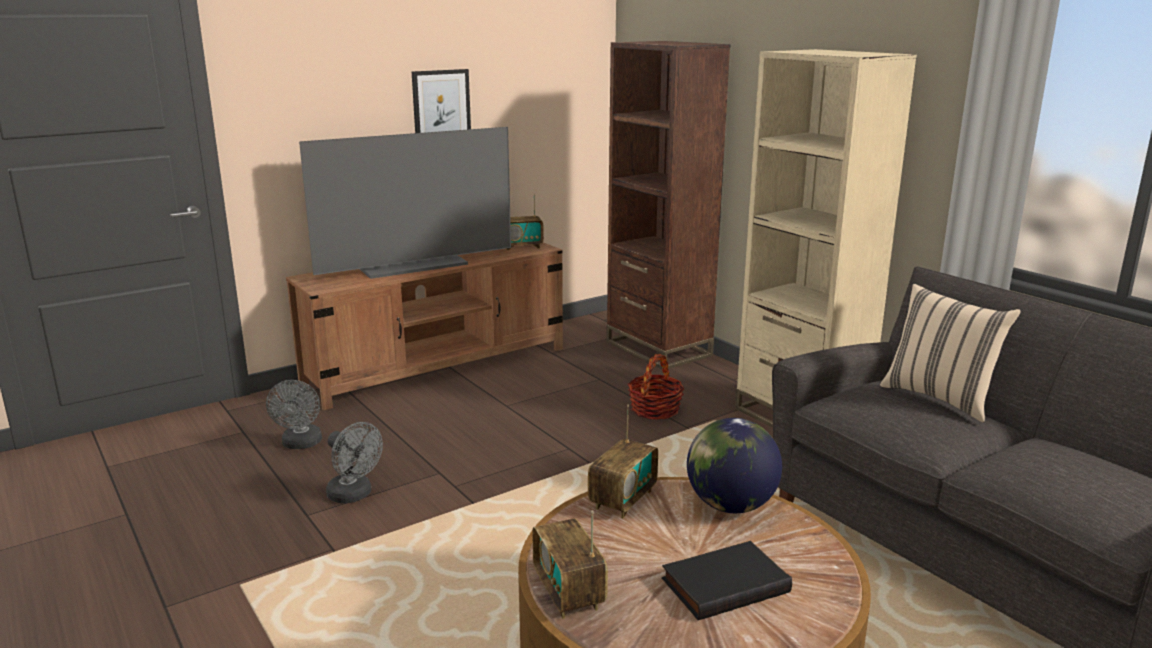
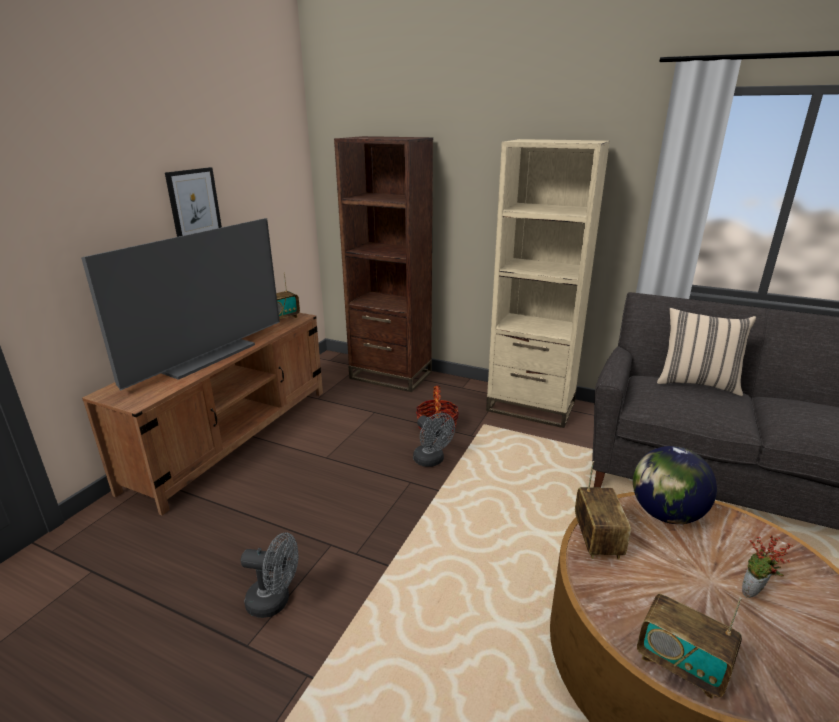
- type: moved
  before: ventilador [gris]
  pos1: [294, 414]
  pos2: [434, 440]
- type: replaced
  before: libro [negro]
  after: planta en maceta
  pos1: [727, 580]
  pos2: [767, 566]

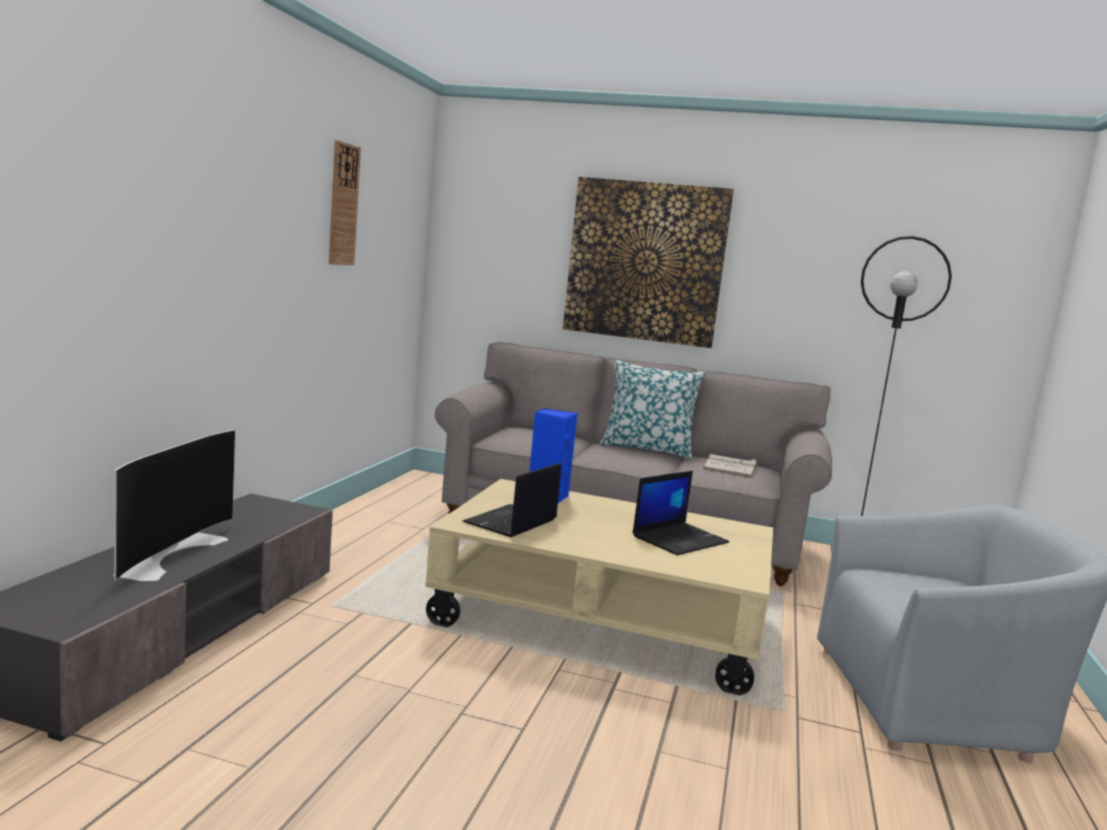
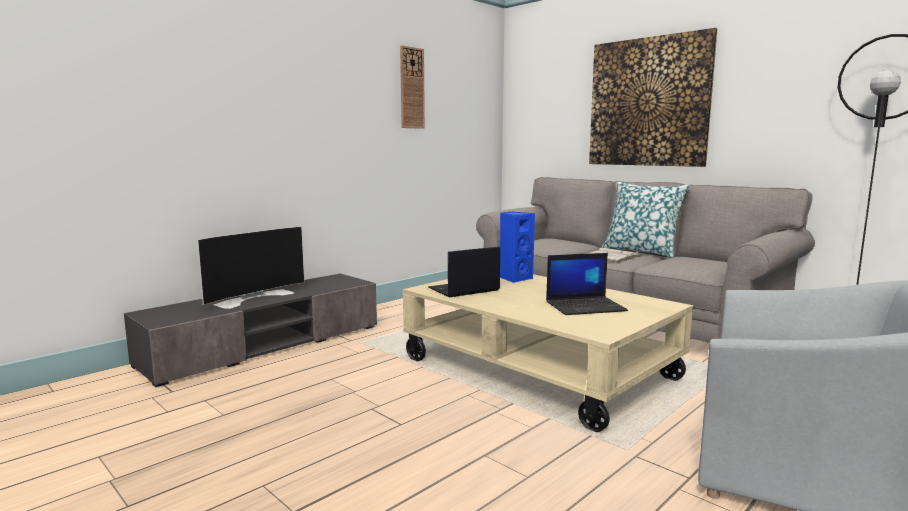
- type: moved
  before: libro [blanco]
  pos1: [730, 466]
  pos2: [616, 255]

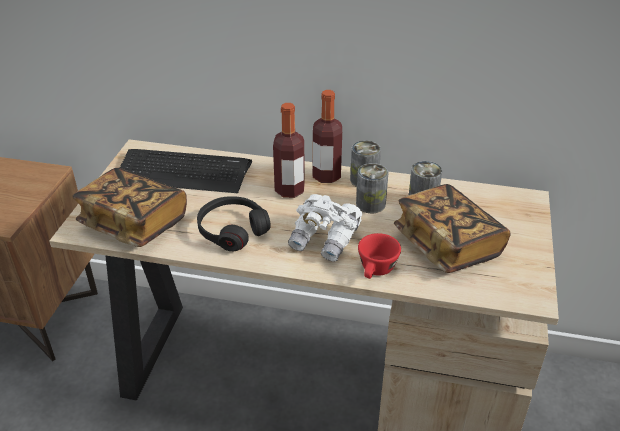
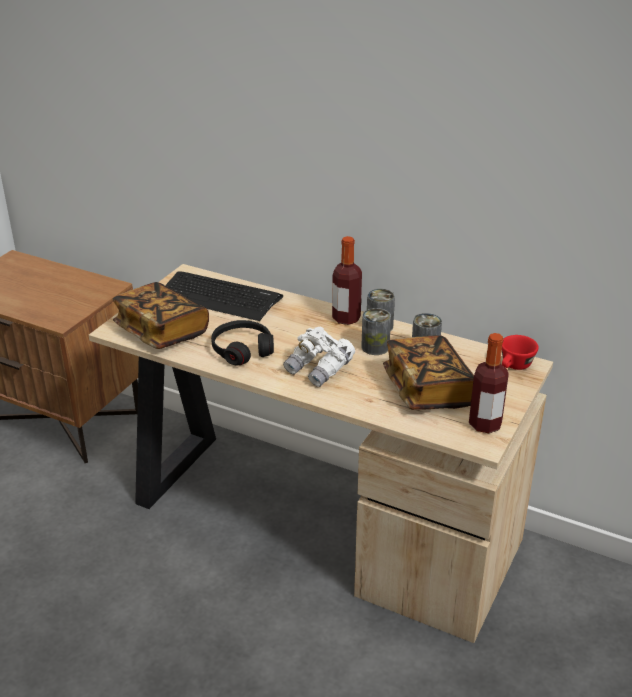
- type: moved
  before: botella
  pos1: [289, 150]
  pos2: [489, 383]
- type: moved
  before: taza [rojo]
  pos1: [379, 256]
  pos2: [520, 352]

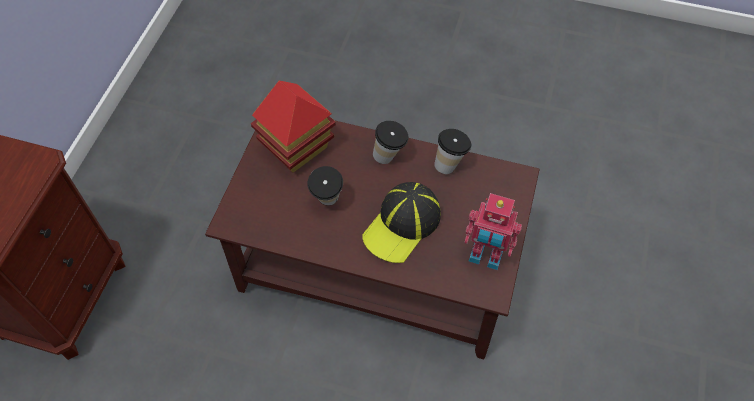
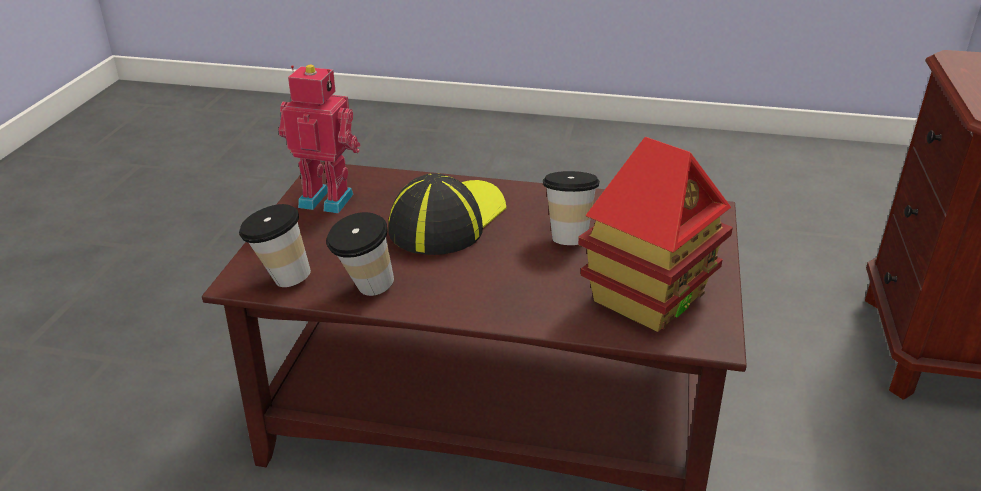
- type: moved
  before: taza
  pos1: [391, 142]
  pos2: [275, 245]

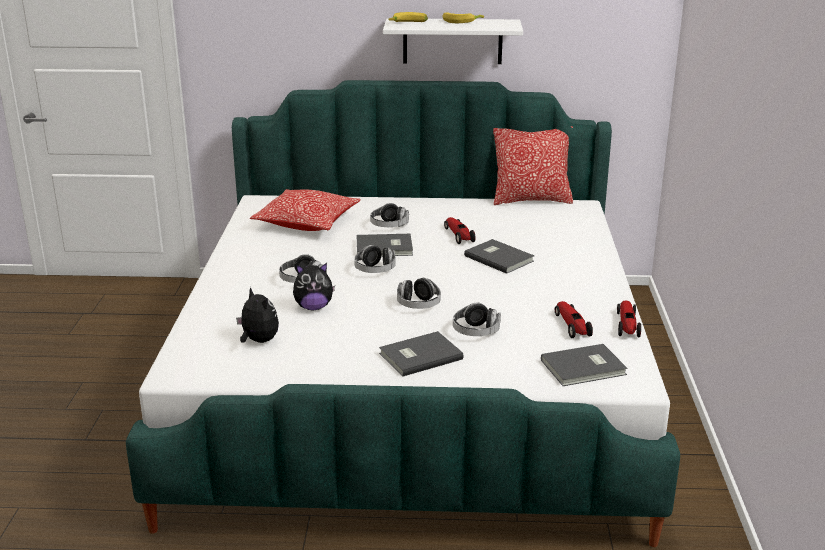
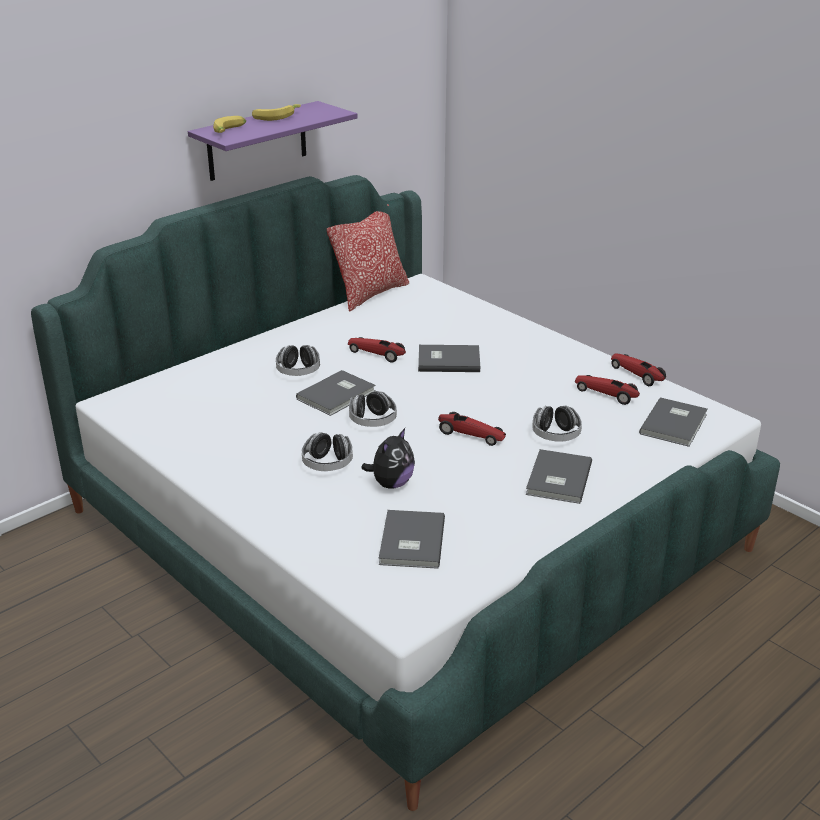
- type: recoloured
  before: estante [blanco]
  after: estante [morado]
  pos1: [453, 41]
  pos2: [272, 141]
- type: replaced
  before: peluche
  after: libro [gris]
  pos1: [257, 315]
  pos2: [412, 539]
- type: replaced
  before: auriculares
  after: coche de juguete
  pos1: [419, 293]
  pos2: [472, 429]
- type: removed
  before: cojín
  pos1: [305, 210]

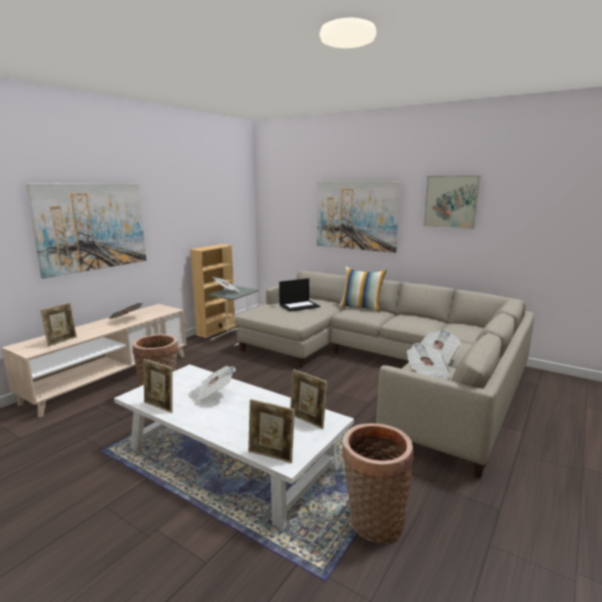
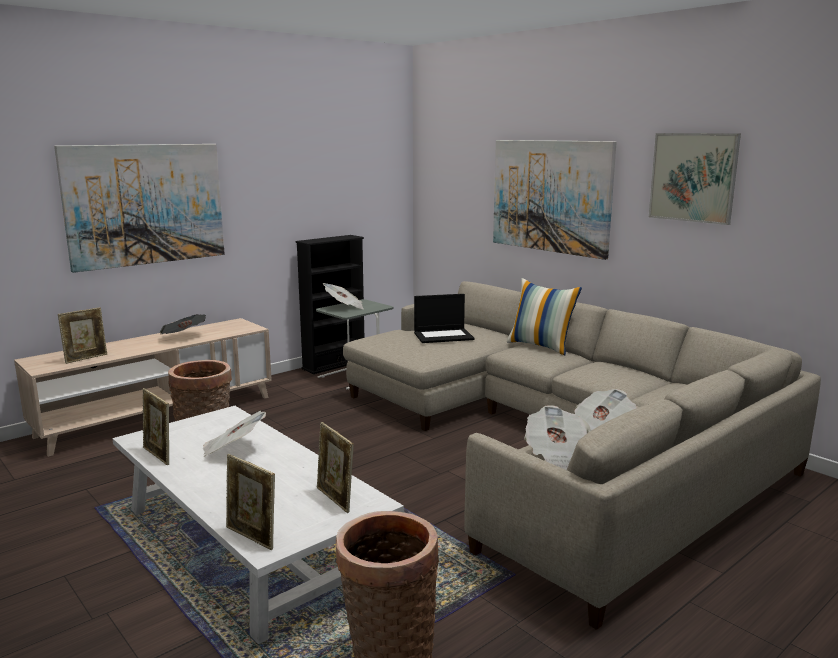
- type: recoloured
  before: estantería [beis]
  after: estantería [negro]
  pos1: [213, 291]
  pos2: [330, 304]

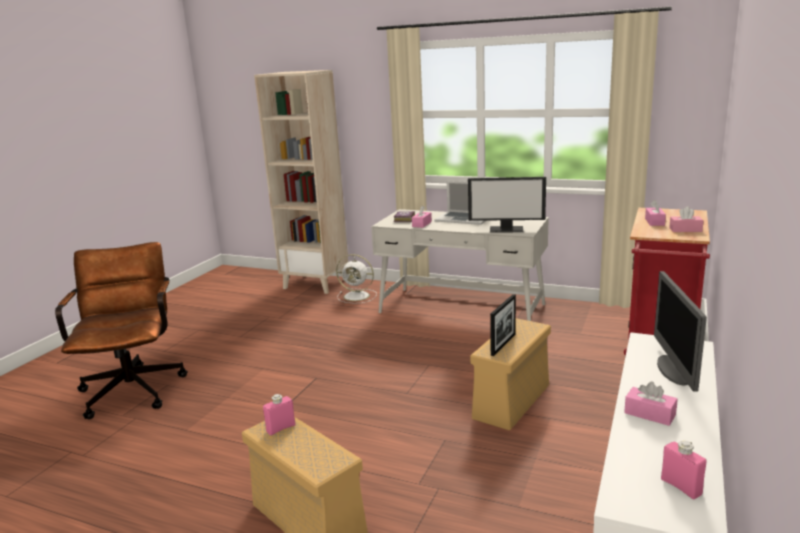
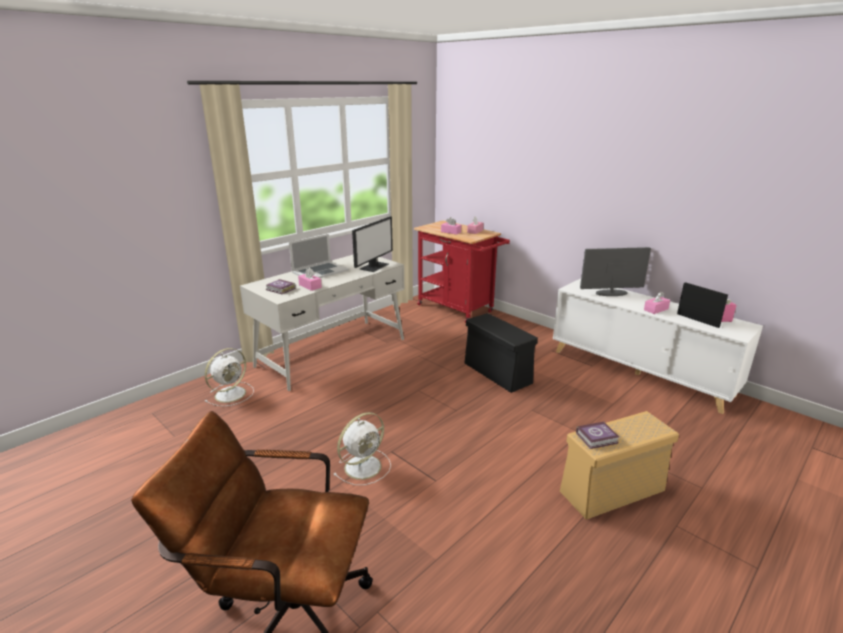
- type: added
  after: ventilador [blanco]
  pos2: [362, 448]
- type: recoloured
  before: caja de almacenaje [beis]
  after: caja de almacenaje [negro]
  pos1: [510, 374]
  pos2: [501, 353]
- type: replaced
  before: botella [rosa]
  after: libro
  pos1: [279, 415]
  pos2: [597, 435]
- type: turned
  before: monitor
  pos1: [680, 331]
  pos2: [615, 271]
  turn: 150
- type: moved
  before: portarretratos
  pos1: [503, 325]
  pos2: [702, 305]
- type: removed
  before: estantería [beis]
  pos1: [301, 182]

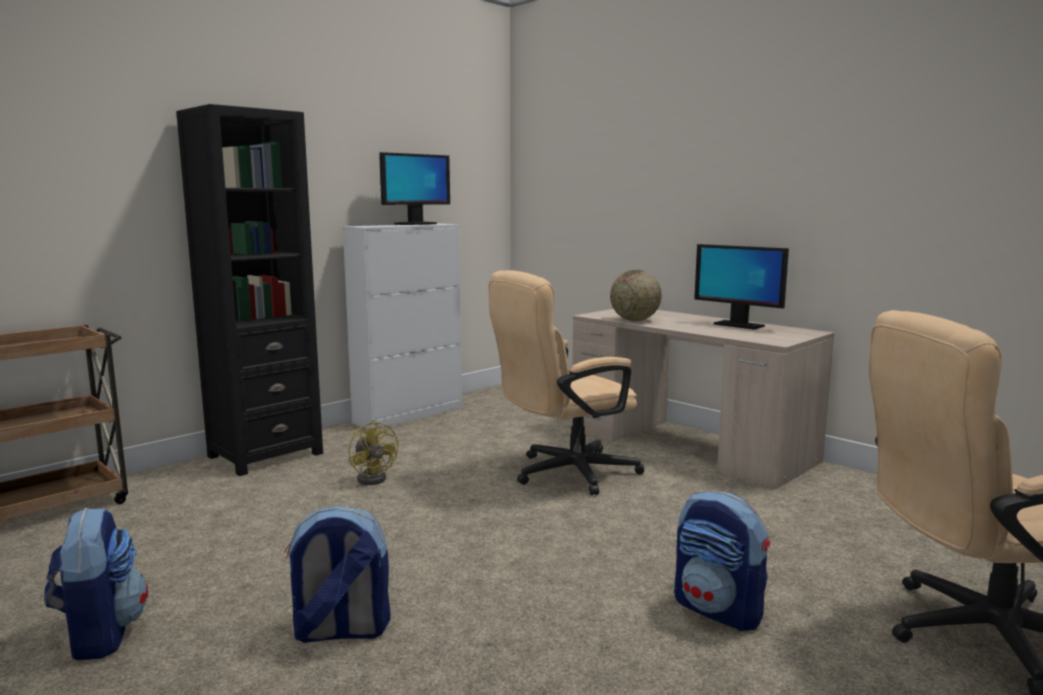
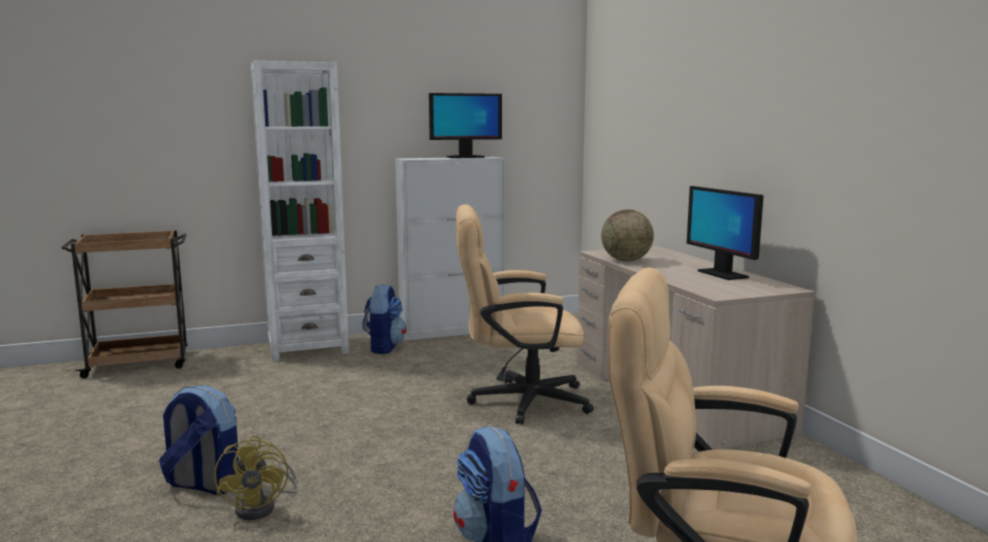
- type: moved
  before: ventilador [amarillo]
  pos1: [373, 452]
  pos2: [256, 477]
- type: recoloured
  before: estantería [negro]
  after: estantería [blanco]
  pos1: [249, 290]
  pos2: [300, 211]
- type: moved
  before: mochila
  pos1: [96, 583]
  pos2: [384, 319]

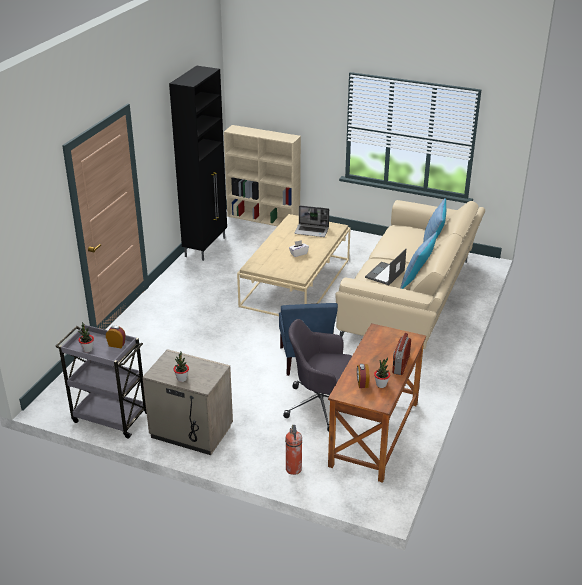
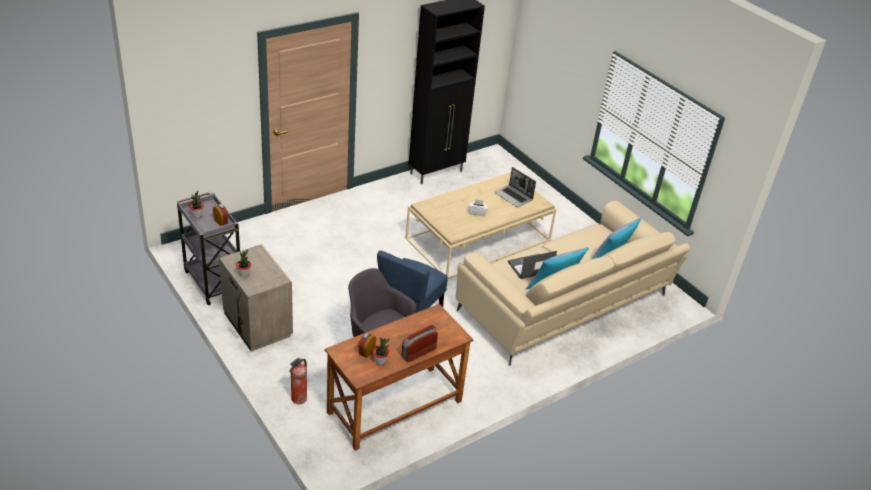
- type: removed
  before: estantería [beis]
  pos1: [262, 175]

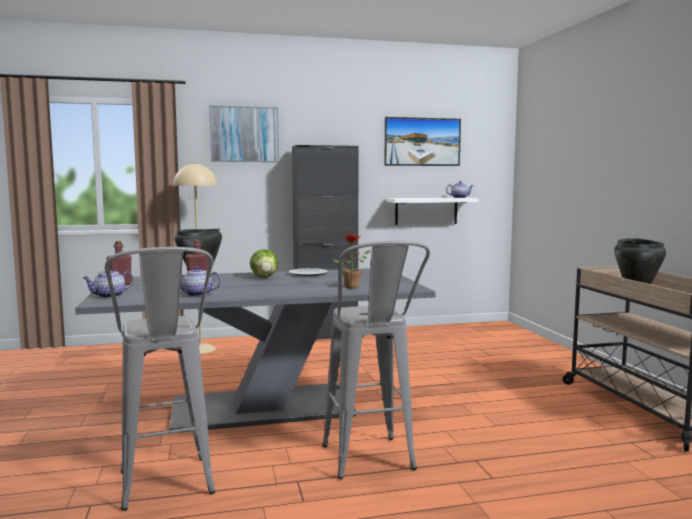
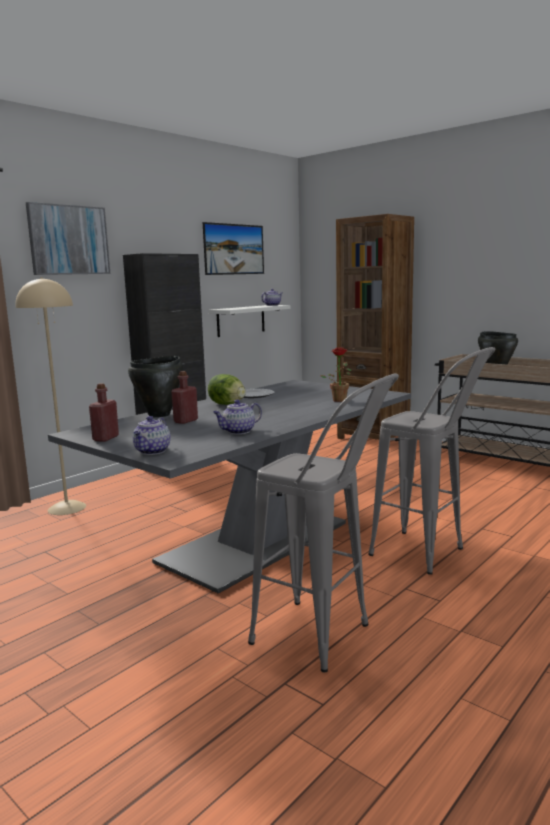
- type: added
  after: estantería [marrón]
  pos2: [375, 327]

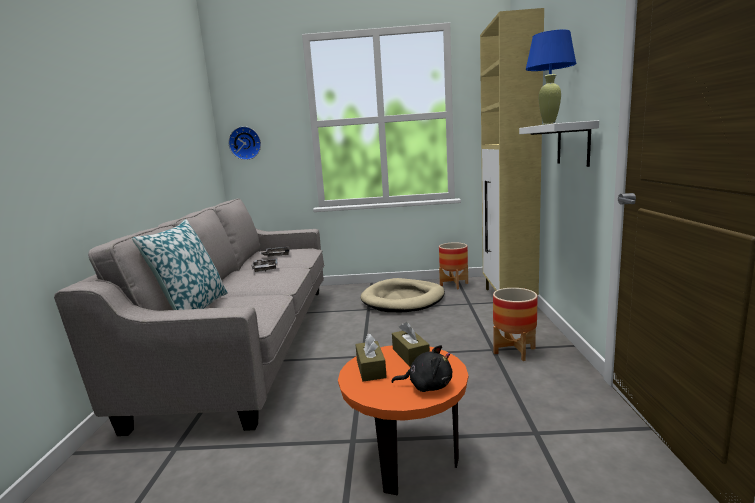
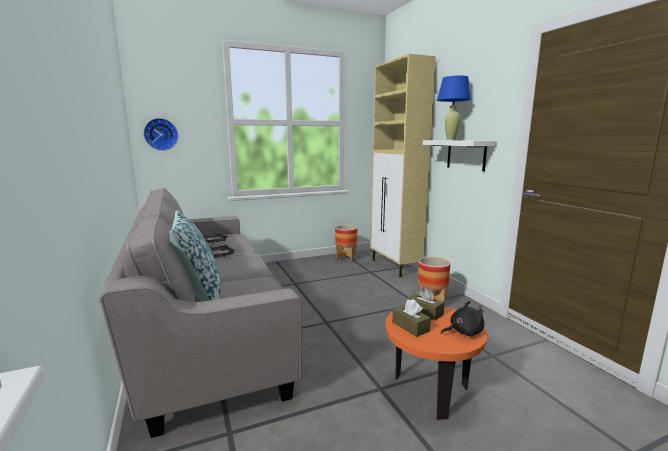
- type: removed
  before: cama para perro [beis]
  pos1: [402, 295]

